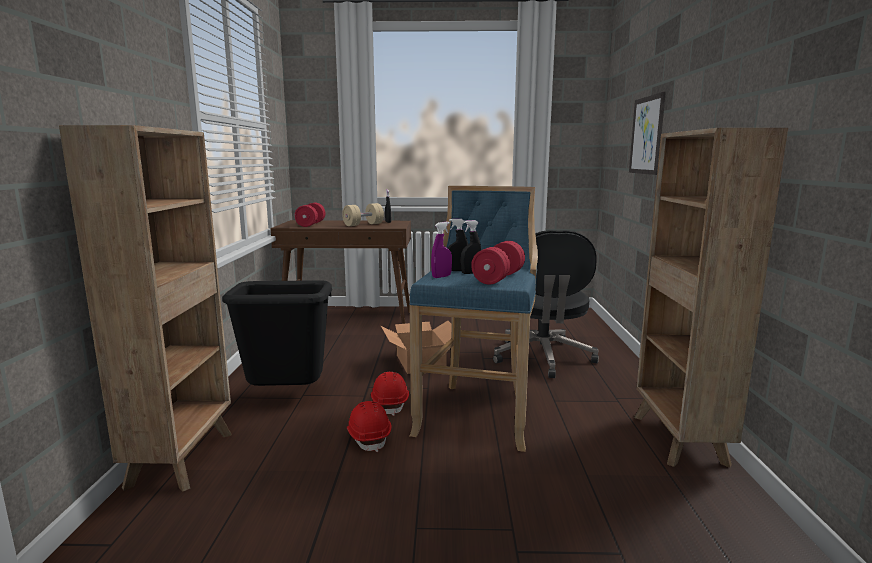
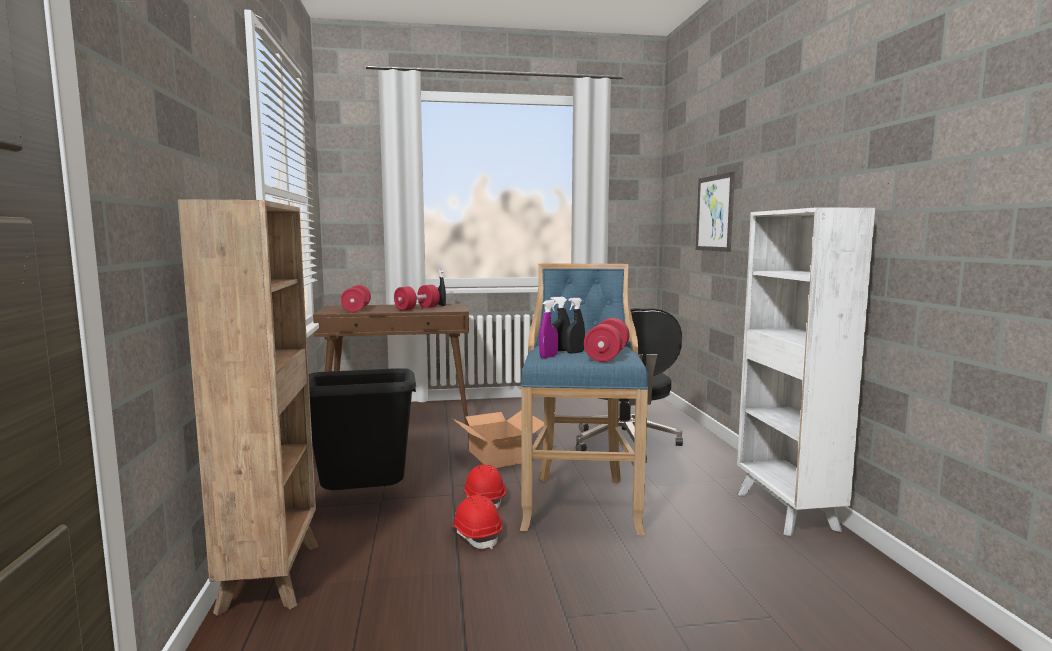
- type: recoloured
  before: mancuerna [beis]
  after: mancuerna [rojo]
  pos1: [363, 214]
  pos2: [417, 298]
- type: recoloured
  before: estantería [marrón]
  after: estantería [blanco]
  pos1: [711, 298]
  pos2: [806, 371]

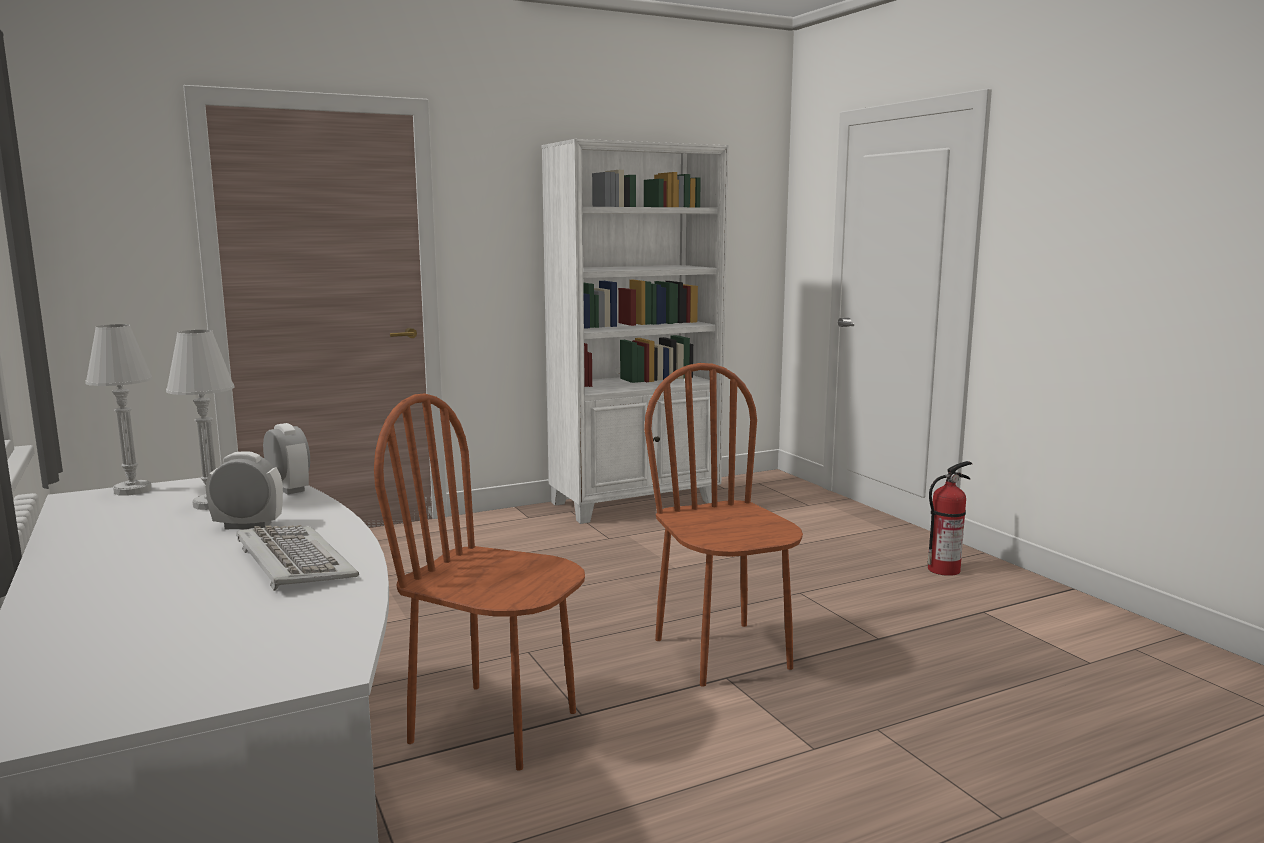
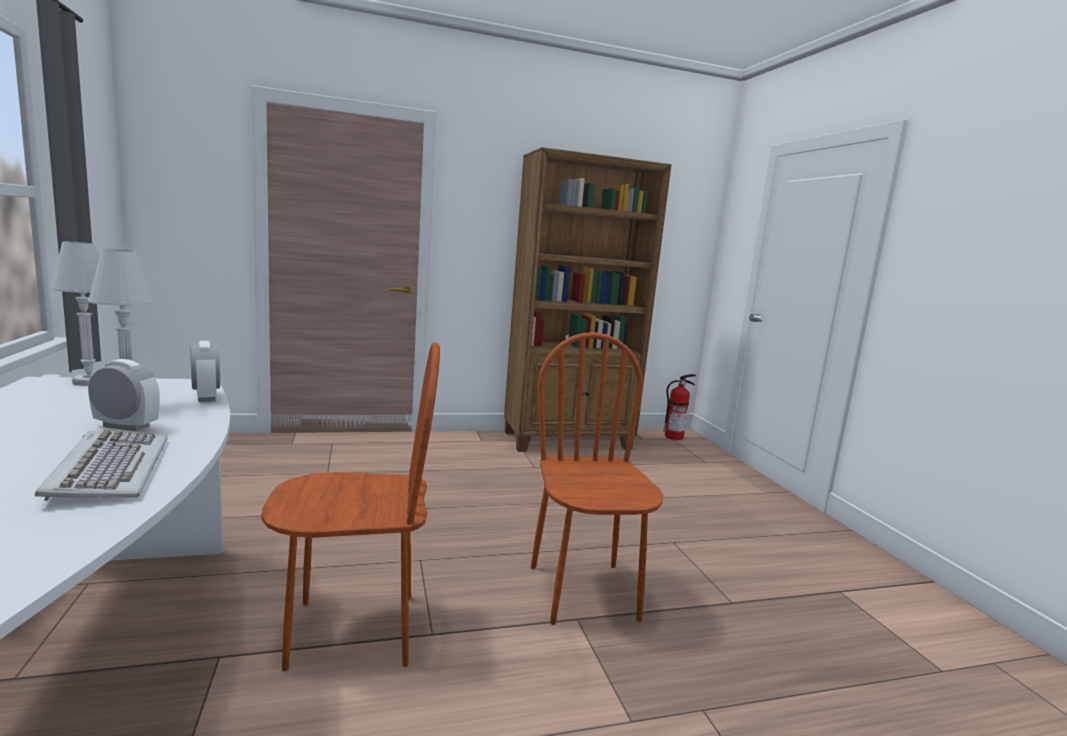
- type: turned
  before: silla [marrón]
  pos1: [479, 582]
  pos2: [350, 506]
  turn: 135
- type: recoloured
  before: estantería [blanco]
  after: estantería [marrón]
  pos1: [635, 331]
  pos2: [588, 299]
- type: moved
  before: extintor
  pos1: [950, 518]
  pos2: [679, 407]

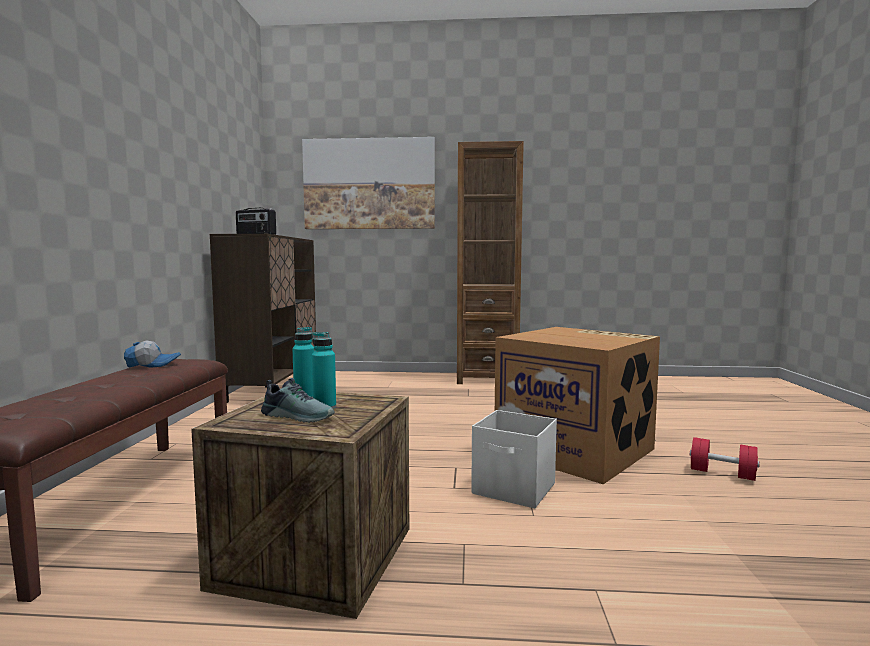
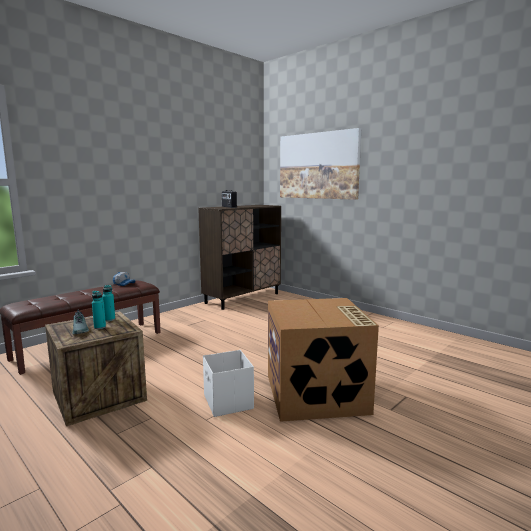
- type: removed
  before: estantería [marrón]
  pos1: [490, 262]
- type: removed
  before: mancuerna [rojo]
  pos1: [725, 459]

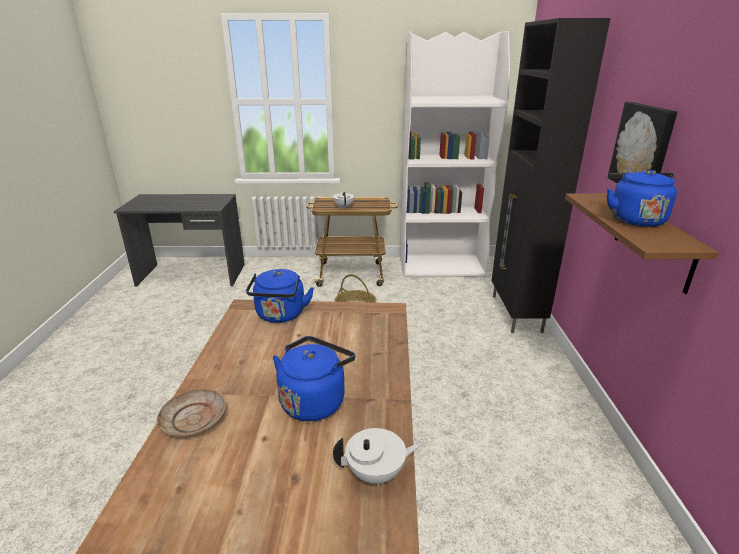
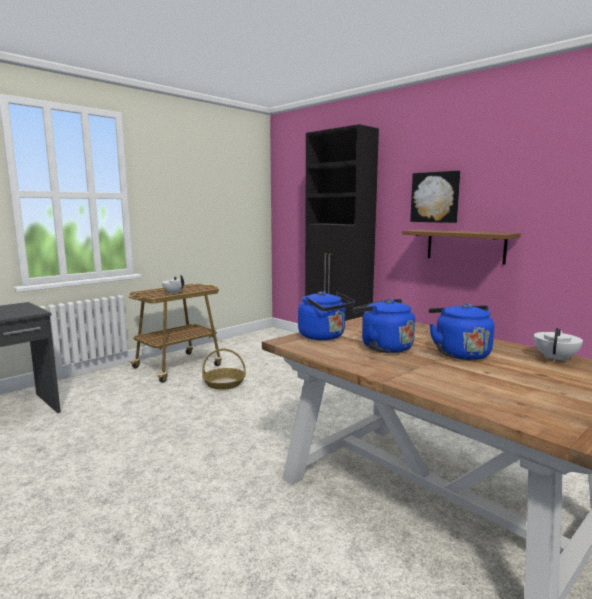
- type: moved
  before: hervidor [azul]
  pos1: [642, 198]
  pos2: [384, 326]
- type: removed
  before: plato [beis]
  pos1: [191, 413]
- type: removed
  before: estantería [blanco]
  pos1: [455, 154]

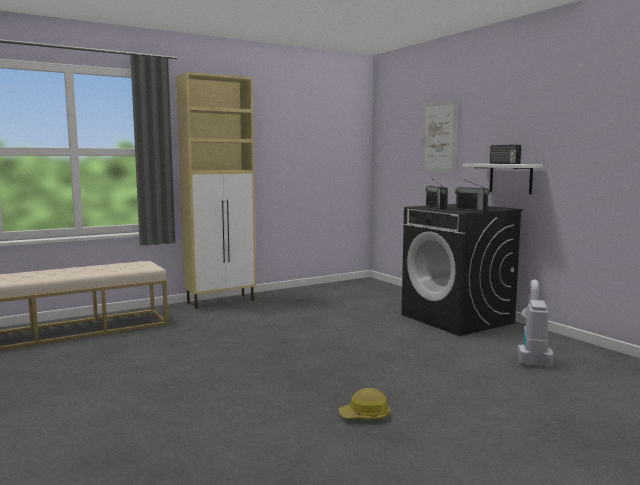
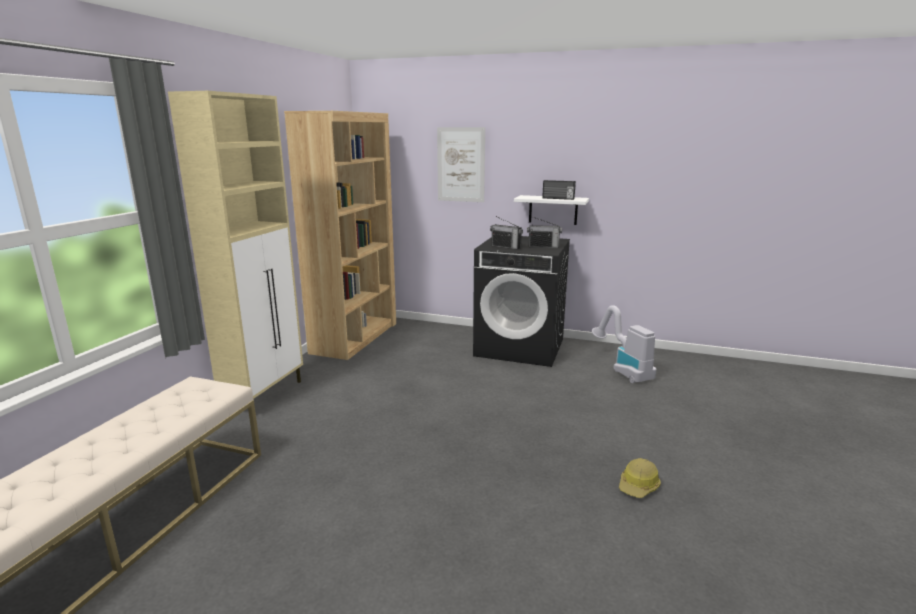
- type: added
  after: estantería [marrón]
  pos2: [340, 235]

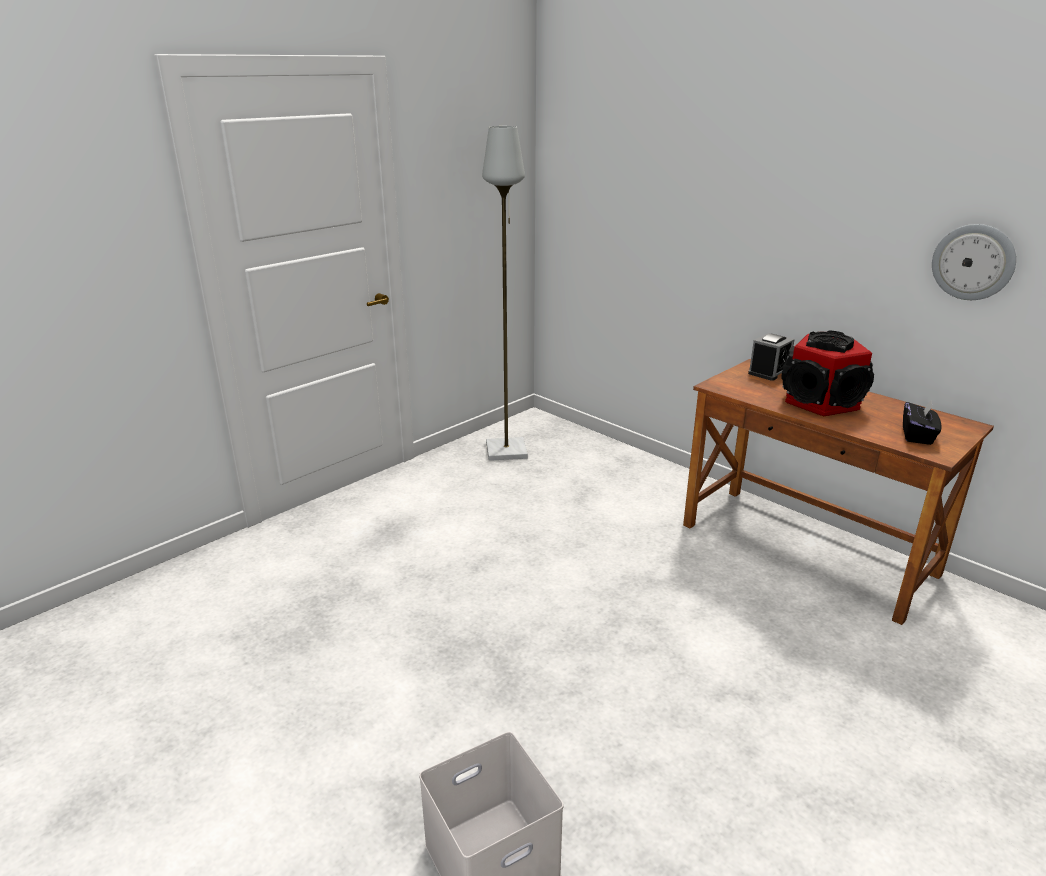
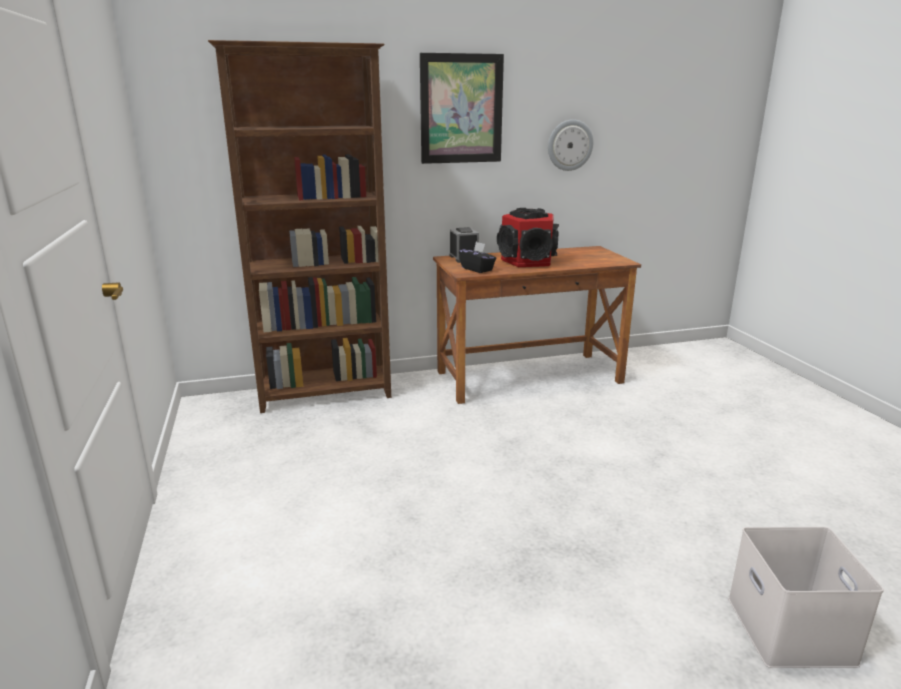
- type: added
  after: estantería [marrón]
  pos2: [299, 226]
- type: added
  after: cuadro
  pos2: [462, 108]
- type: moved
  before: caja de pañuelos [negro]
  pos1: [922, 422]
  pos2: [477, 257]
- type: removed
  before: lámpara de pie [gris]
  pos1: [505, 293]

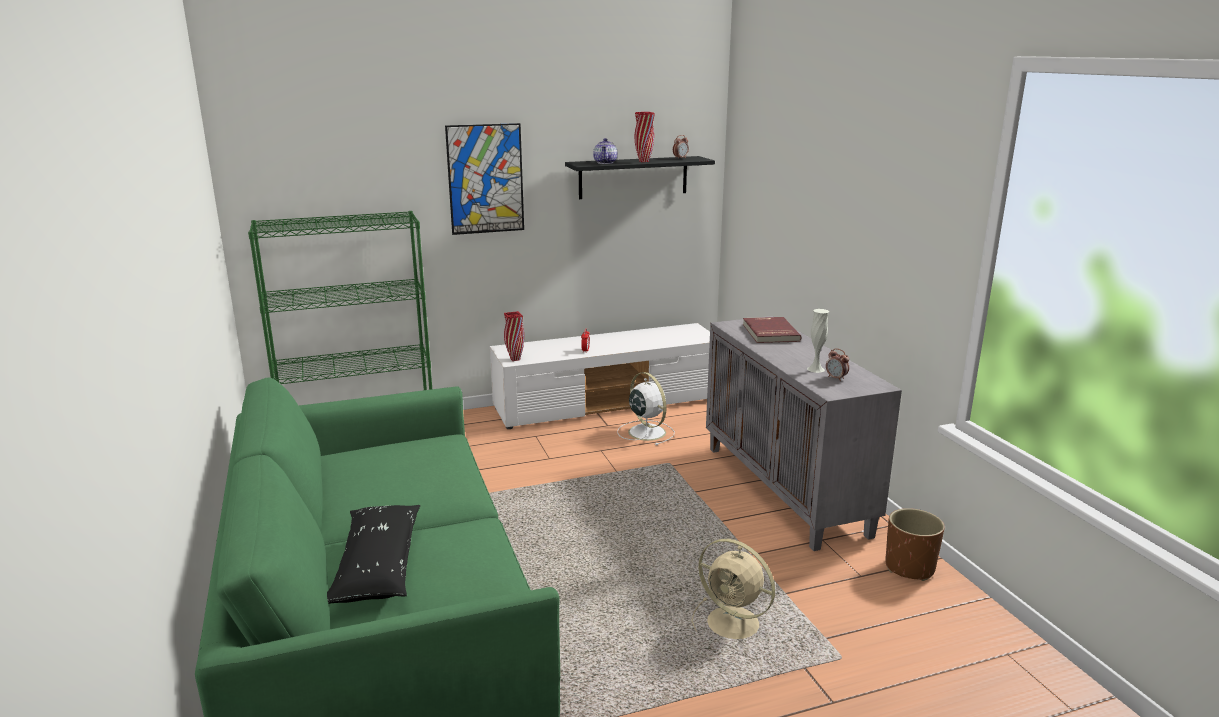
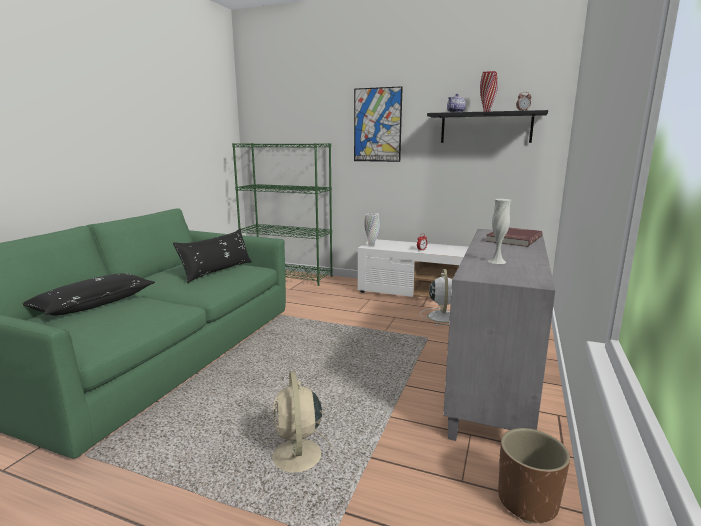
- type: added
  after: cojín [negro]
  pos2: [212, 256]
- type: recoloured
  before: florero [rojo]
  after: florero [blanco]
  pos1: [514, 336]
  pos2: [372, 230]
- type: removed
  before: despertador
  pos1: [837, 364]

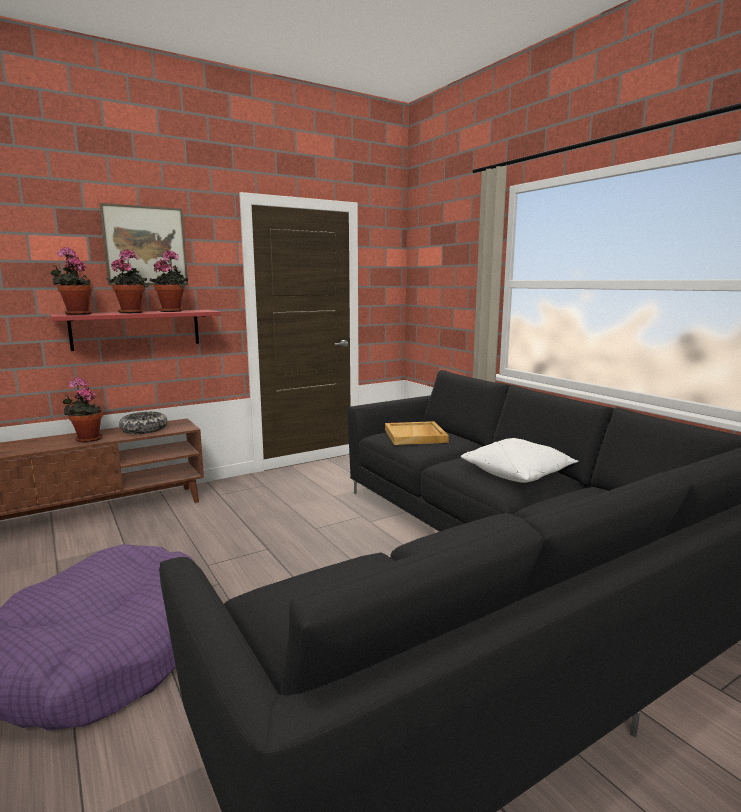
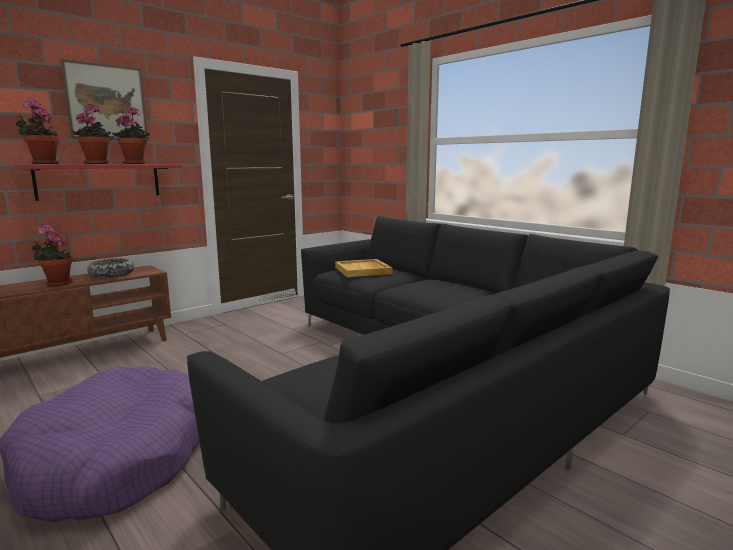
- type: removed
  before: cojín [blanco]
  pos1: [519, 460]

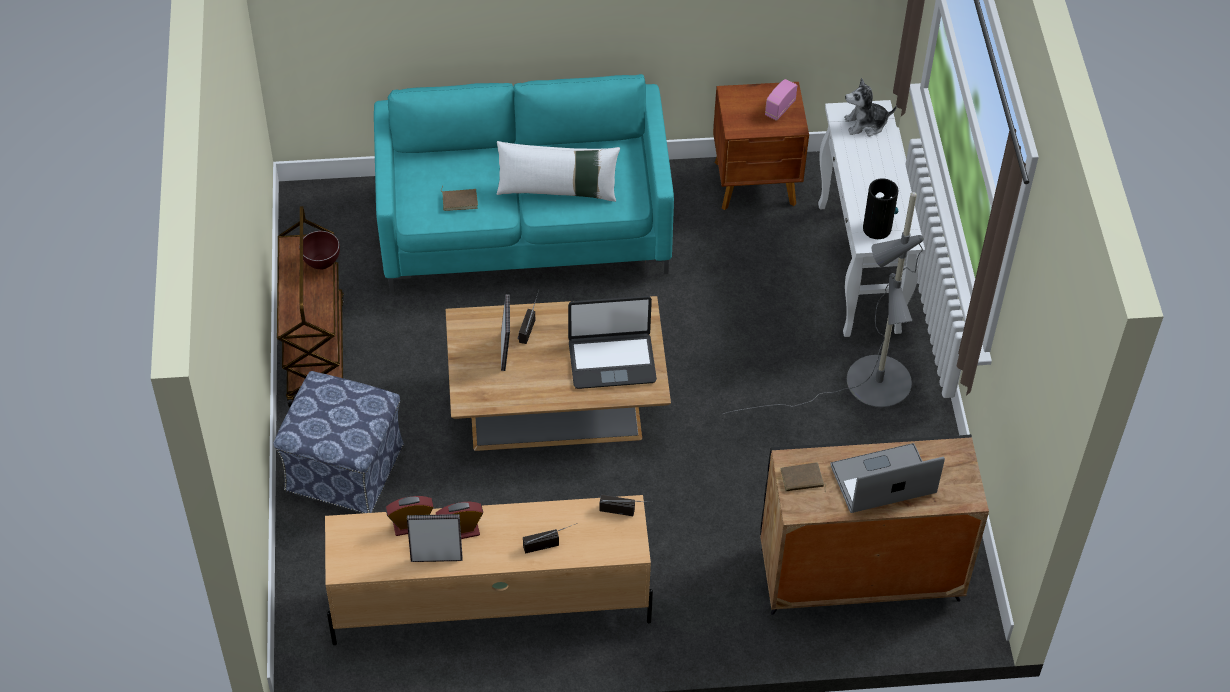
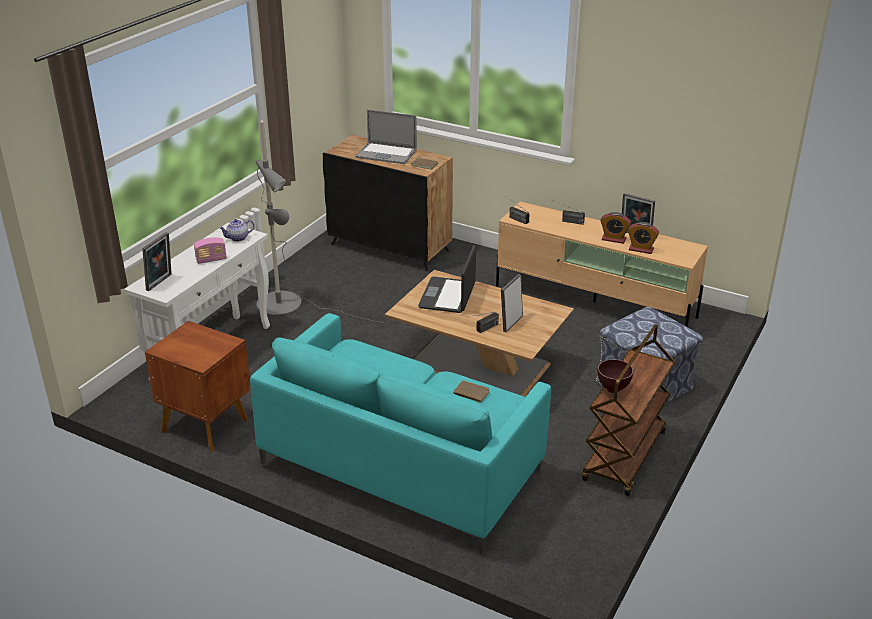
- type: replaced
  before: peluche
  after: portarretratos
  pos1: [870, 107]
  pos2: [157, 261]
- type: moved
  before: radio
  pos1: [781, 100]
  pos2: [210, 250]
- type: replaced
  before: florero
  after: tetera
  pos1: [880, 208]
  pos2: [236, 230]
- type: turned
  before: portátil
  pos1: [612, 342]
  pos2: [447, 279]
  turn: -105
- type: removed
  before: cojín [blanco]
  pos1: [558, 171]

